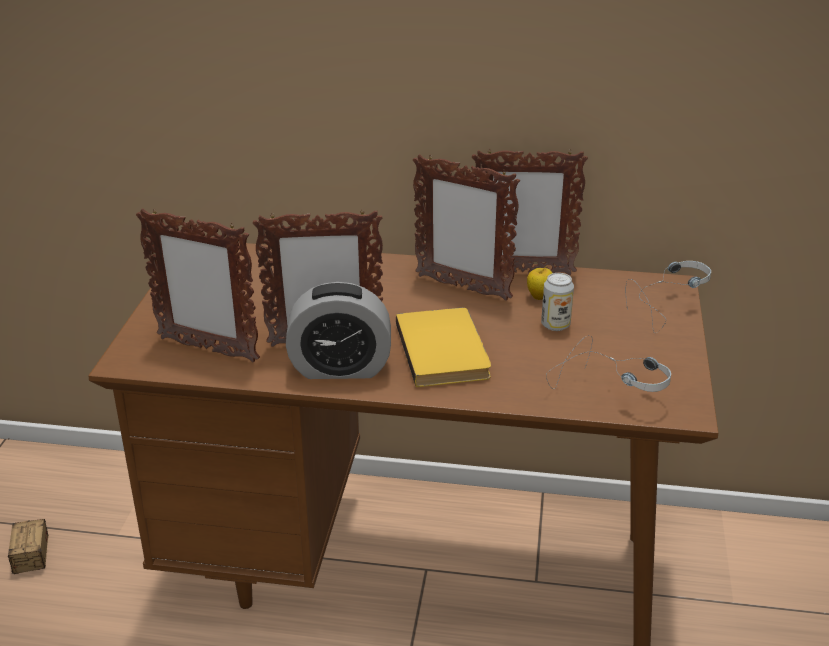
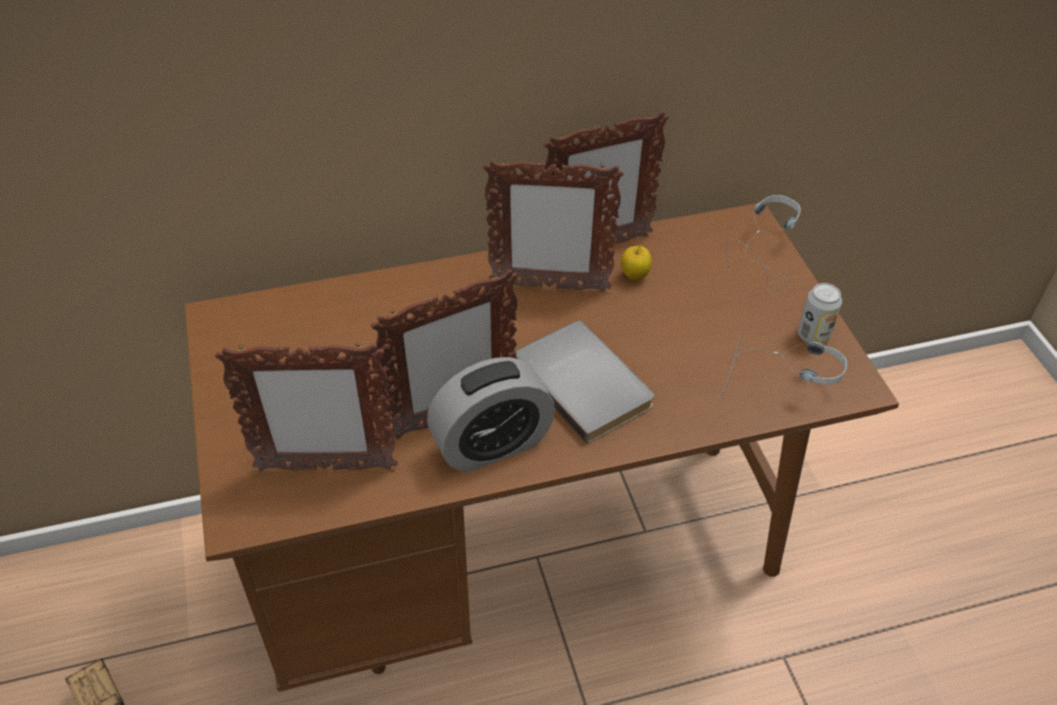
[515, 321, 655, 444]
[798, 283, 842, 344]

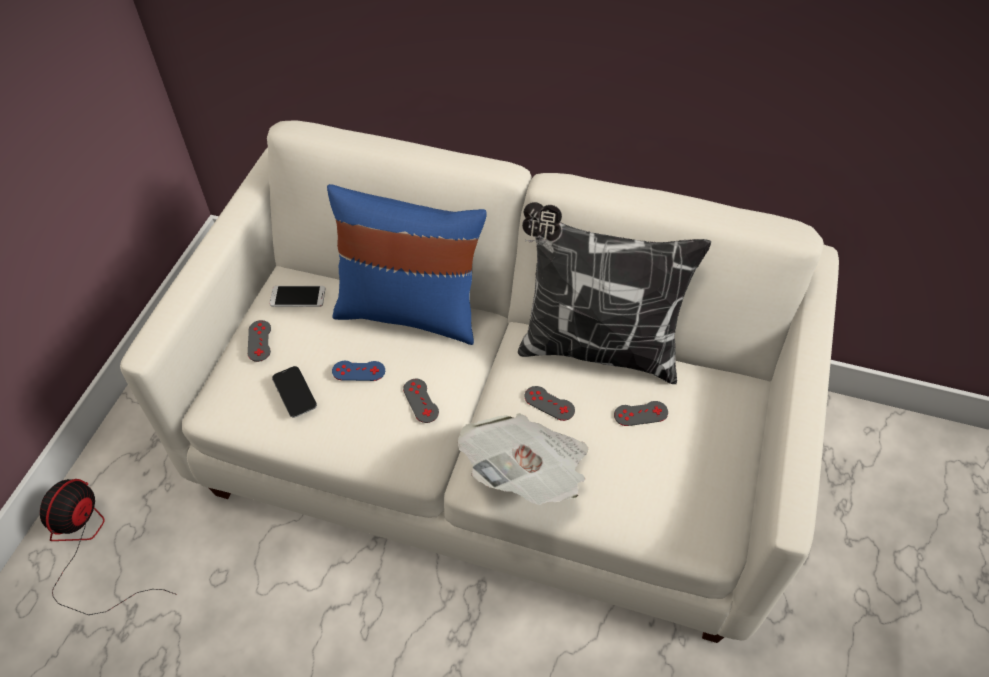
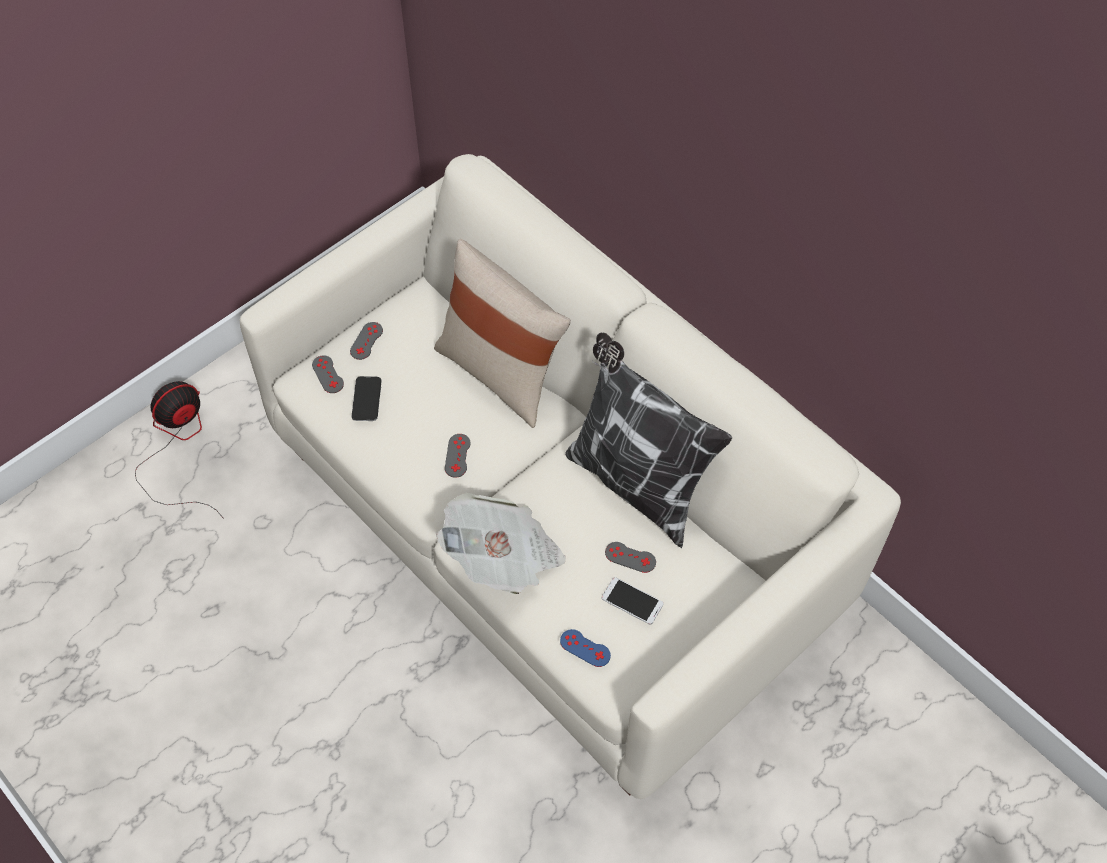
[602, 577, 664, 625]
[434, 239, 571, 428]
[560, 629, 611, 667]
[312, 355, 344, 393]

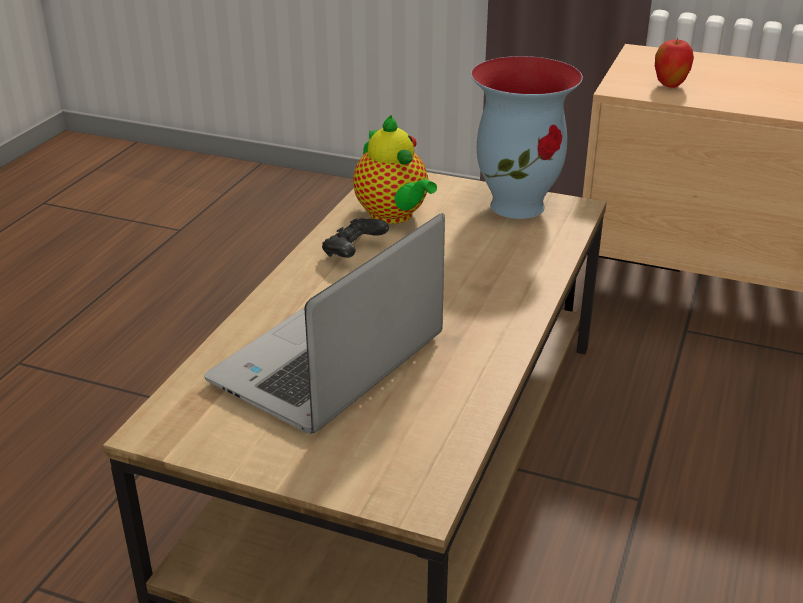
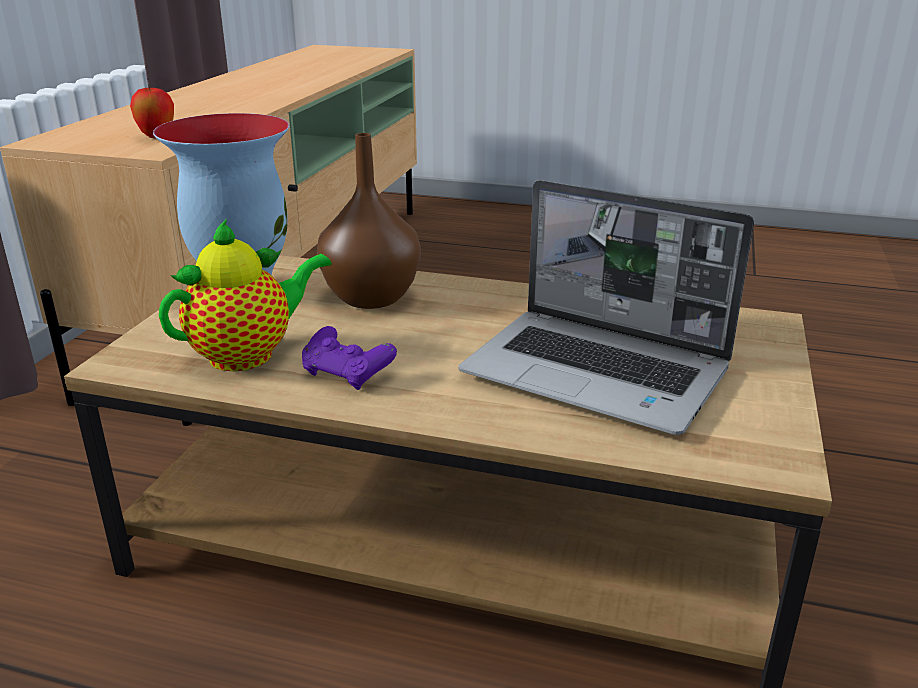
[302, 326, 397, 390]
[317, 133, 420, 309]

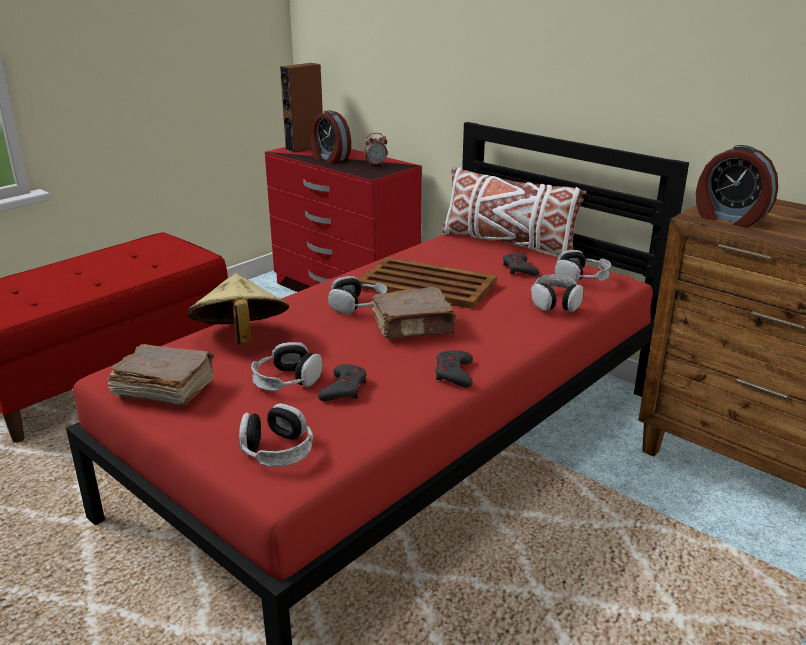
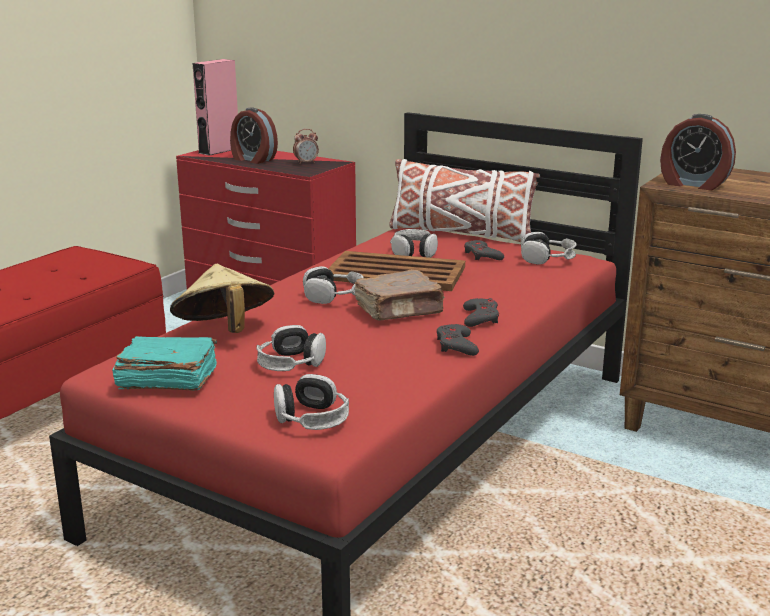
[112, 336, 217, 391]
[192, 59, 238, 156]
[463, 298, 499, 327]
[390, 229, 438, 258]

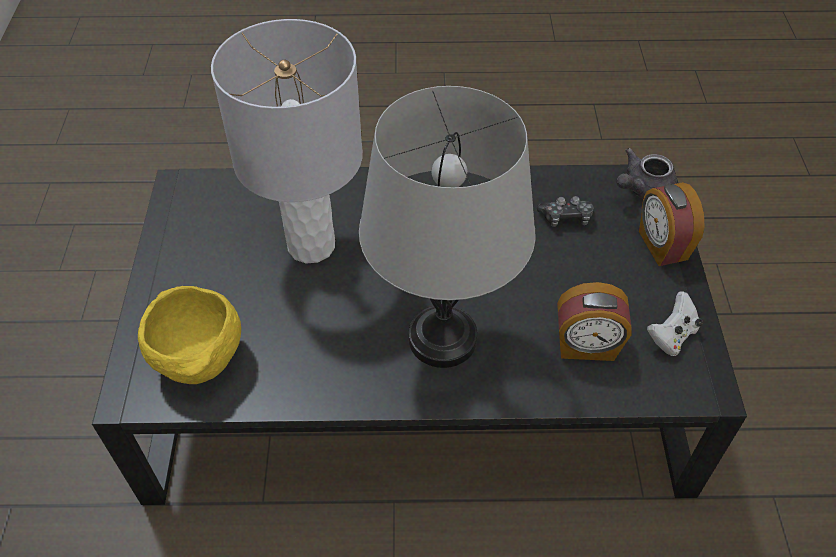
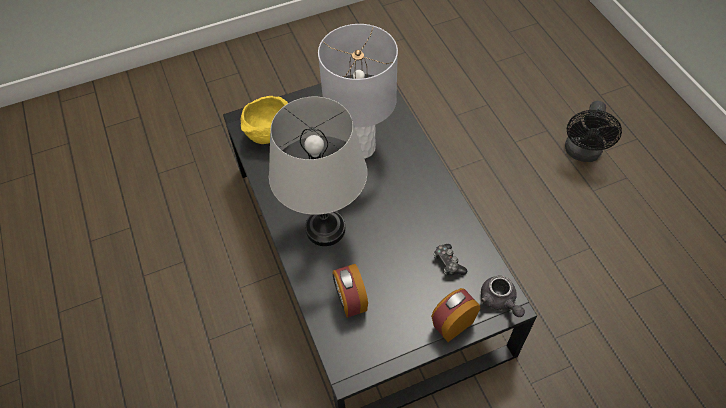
[481, 275, 525, 317]
[647, 291, 703, 356] (first image)
[565, 101, 622, 162]

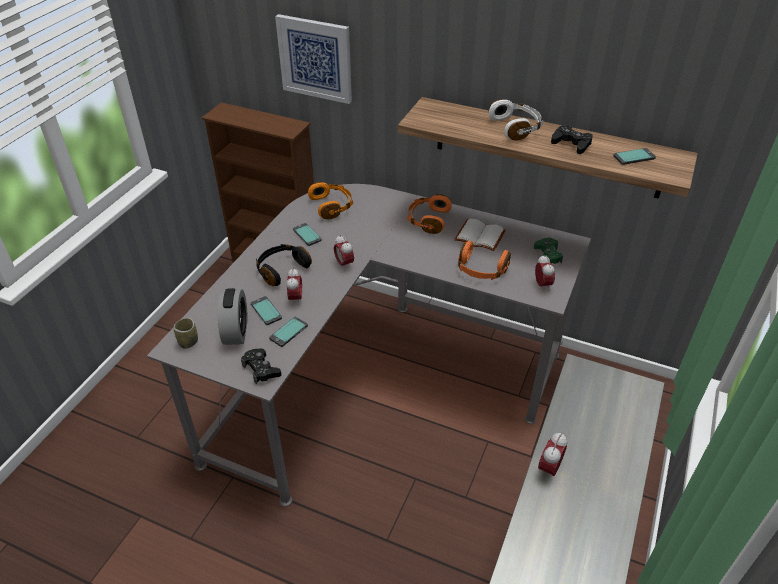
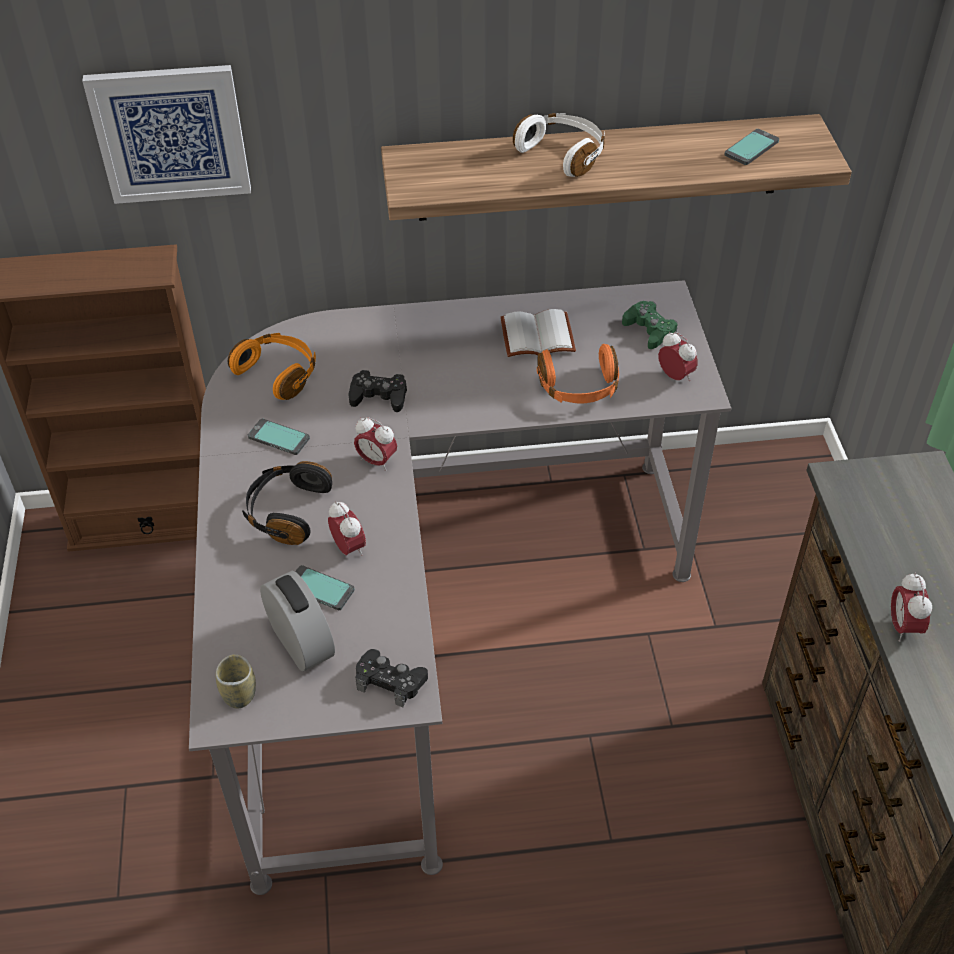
[269, 317, 308, 347] (first image)
[407, 194, 452, 234] (first image)
[349, 370, 407, 412]

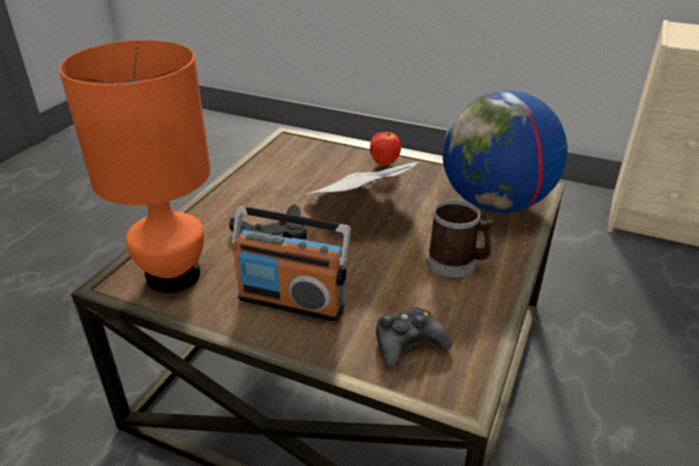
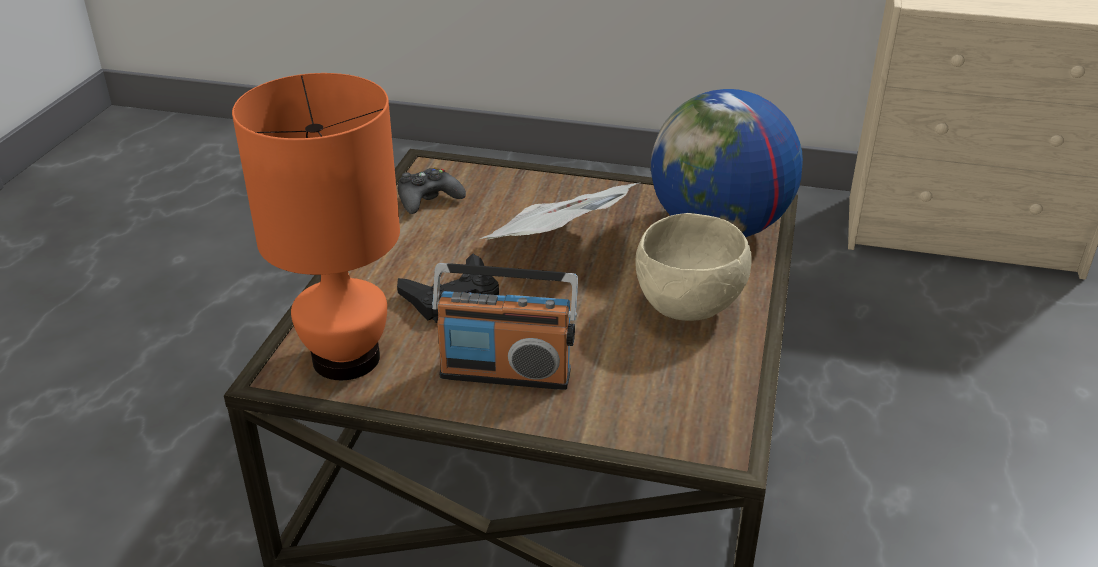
[370, 132, 401, 165] (first image)
[398, 167, 466, 214]
[635, 213, 751, 321]

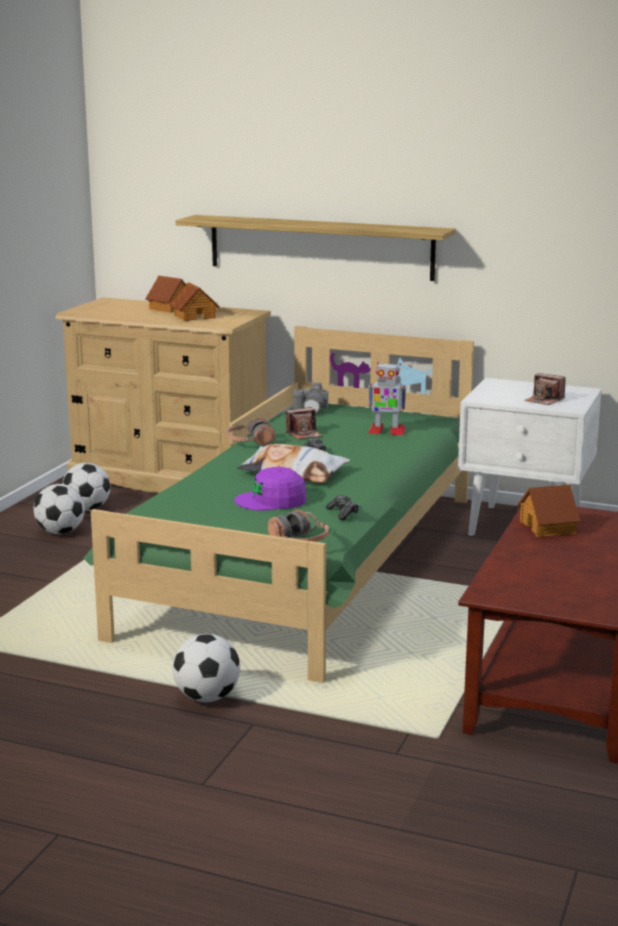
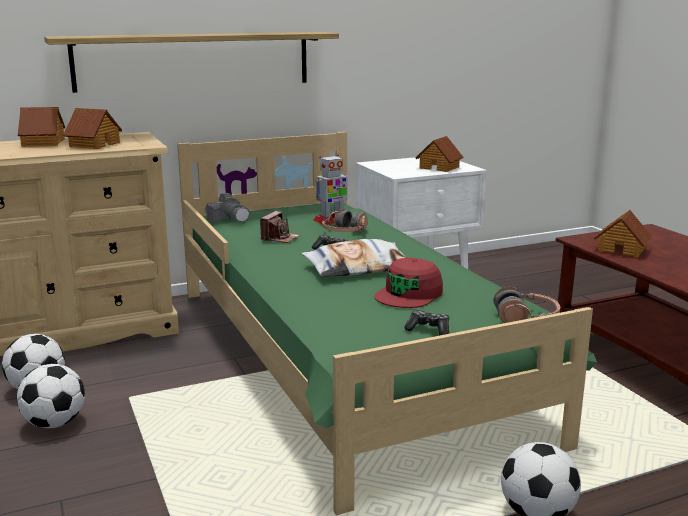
[322, 209, 368, 233]
[374, 258, 443, 308]
[404, 310, 449, 335]
[416, 136, 463, 172]

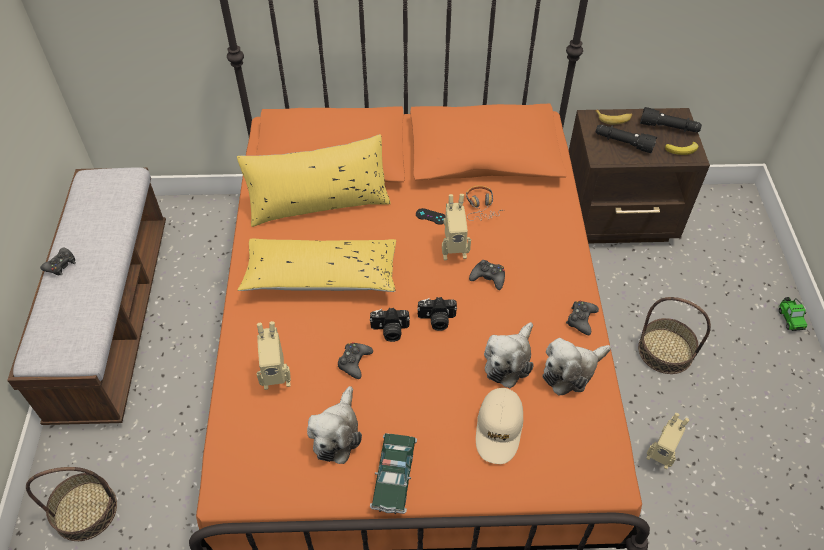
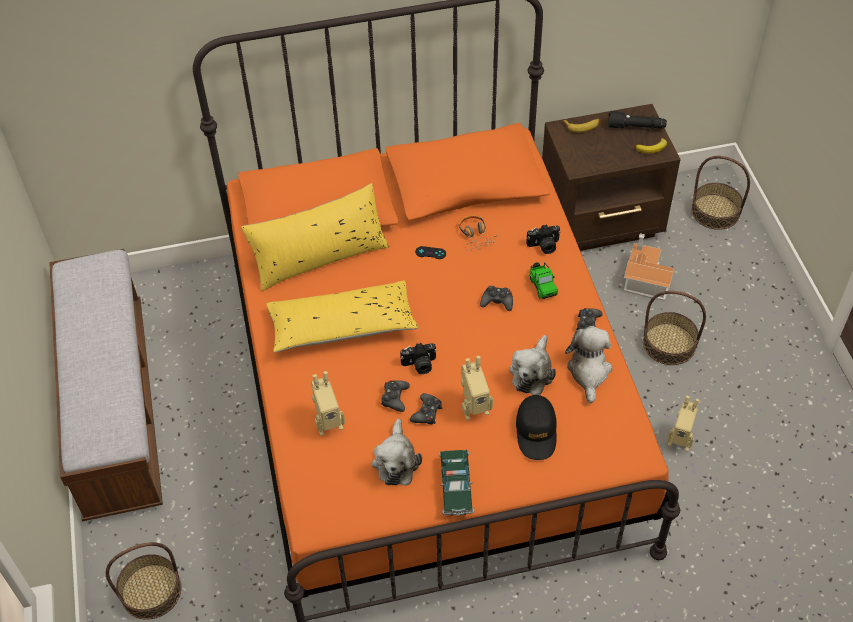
[410, 393, 442, 425]
[526, 224, 561, 254]
[461, 356, 493, 420]
[516, 395, 557, 460]
[565, 326, 612, 404]
[596, 124, 657, 153] (first image)
[529, 262, 558, 299]
[624, 233, 674, 301]
[691, 156, 750, 230]

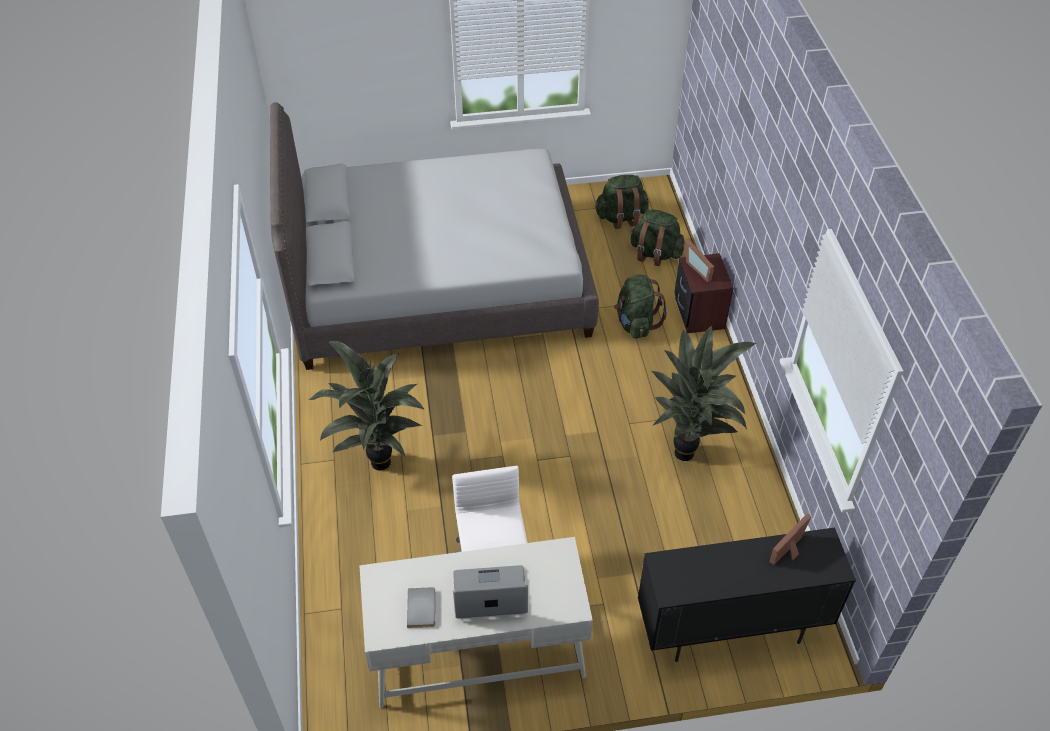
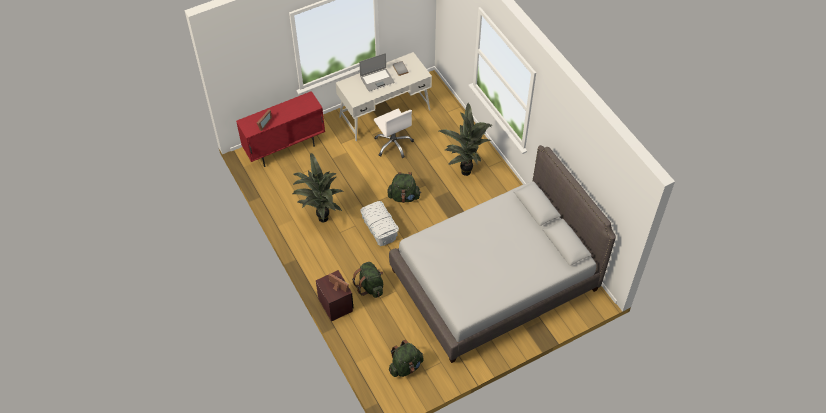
[387, 172, 421, 203]
[236, 91, 325, 167]
[361, 201, 399, 246]

